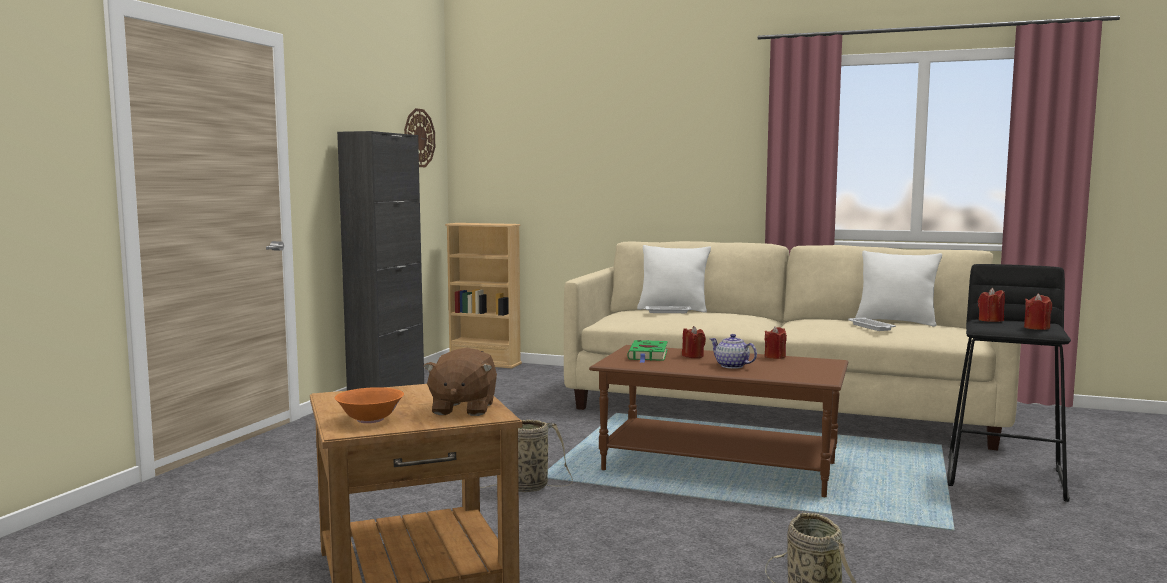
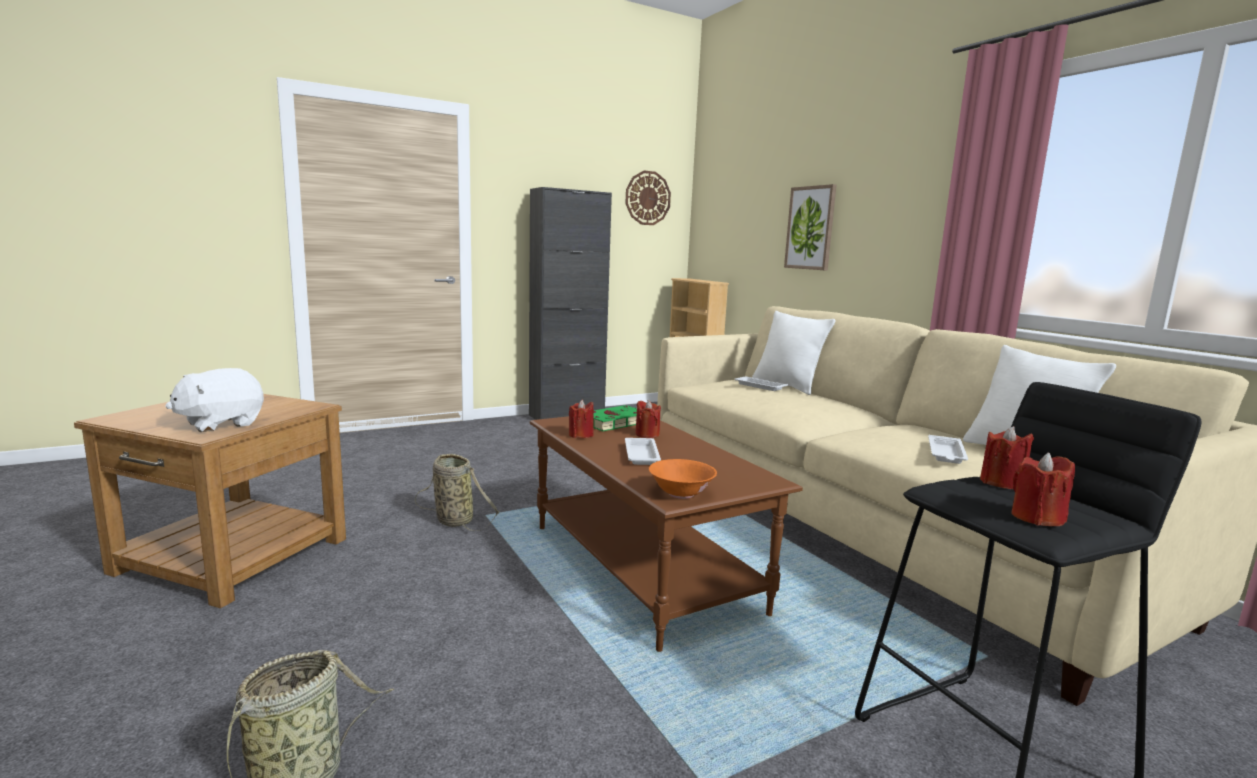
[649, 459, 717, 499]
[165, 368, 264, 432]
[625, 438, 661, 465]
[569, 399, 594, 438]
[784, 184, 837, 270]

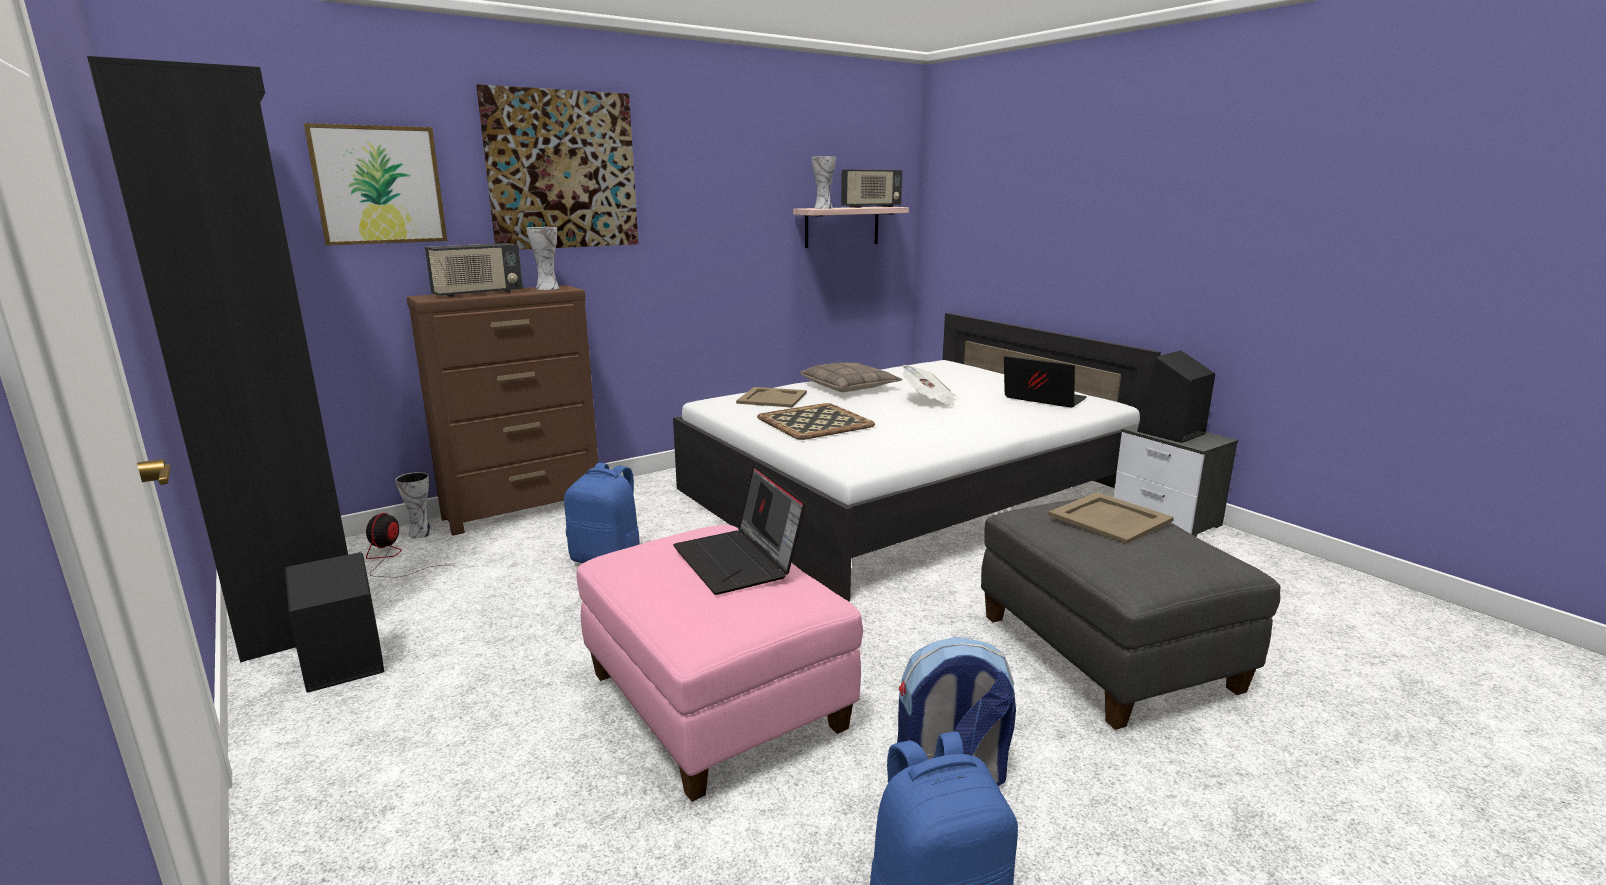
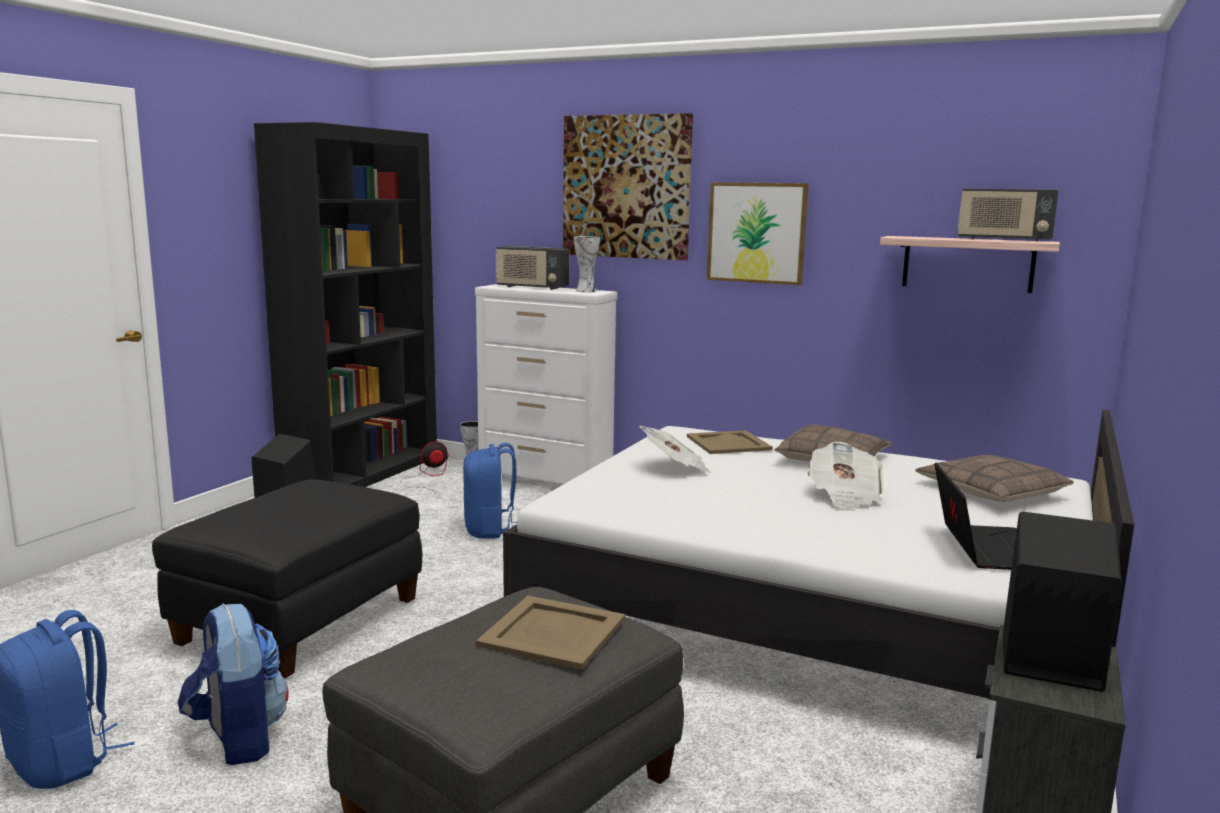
[707, 182, 809, 285]
[475, 284, 617, 484]
[152, 480, 422, 679]
[673, 465, 806, 595] (first image)
[640, 426, 711, 473]
[812, 156, 836, 209] (first image)
[915, 455, 1073, 502]

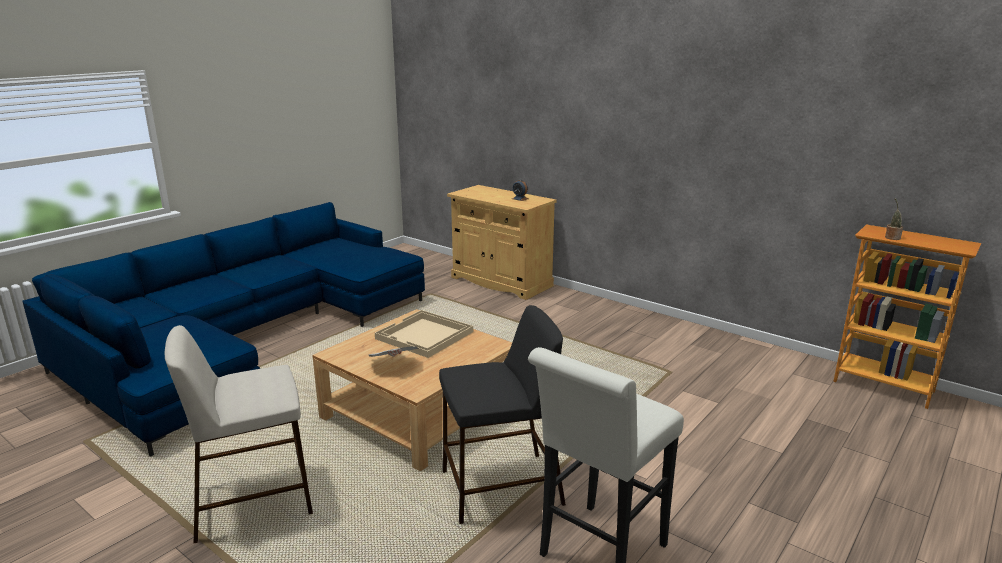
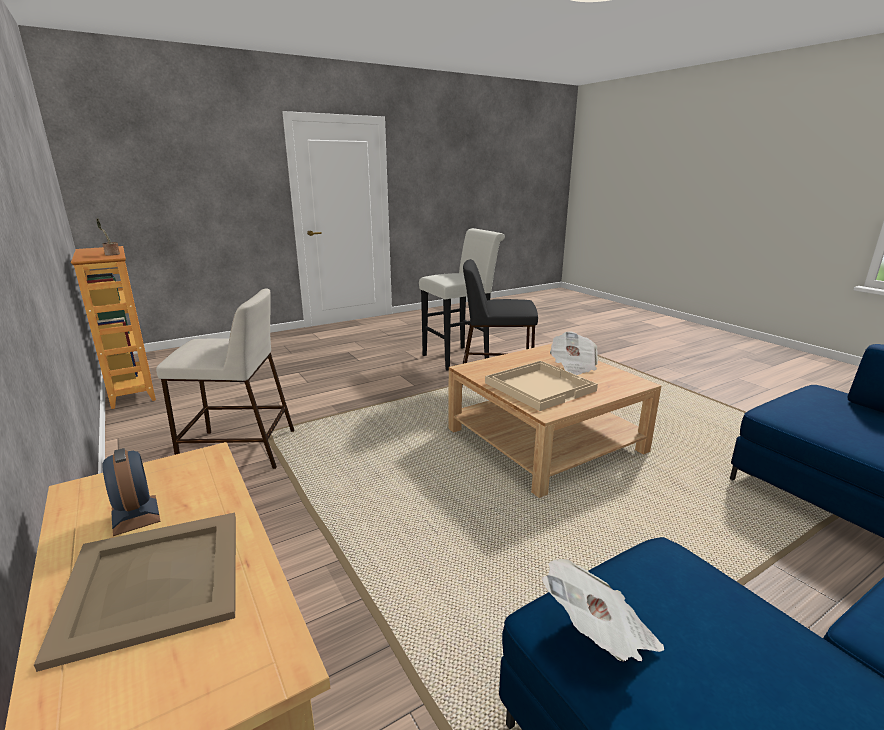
[156, 288, 294, 469]
[34, 512, 236, 672]
[542, 559, 664, 662]

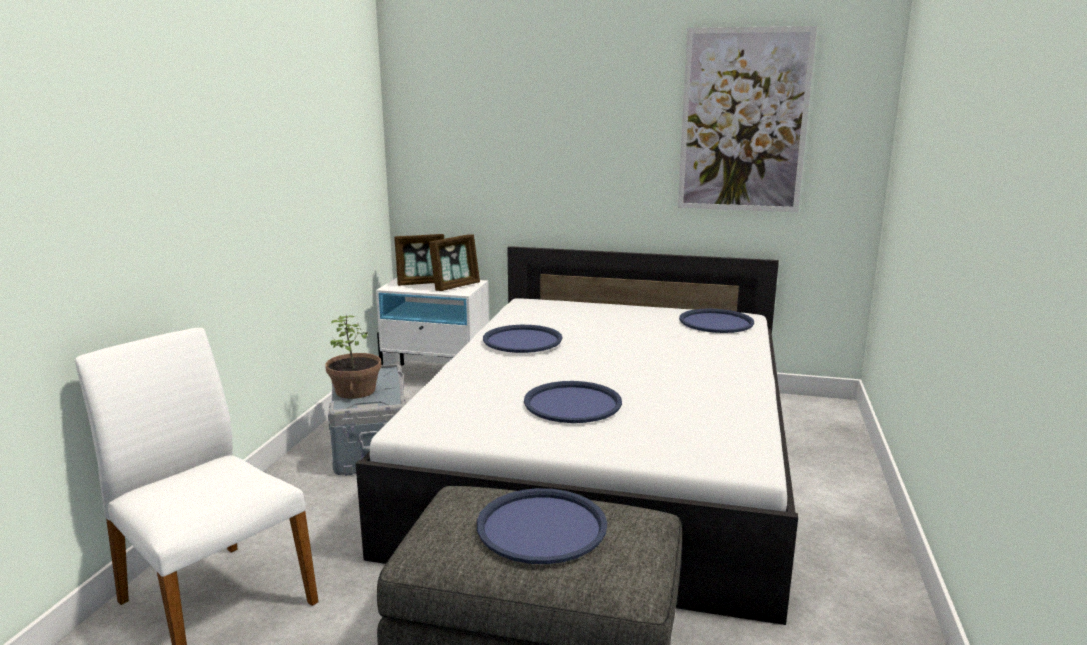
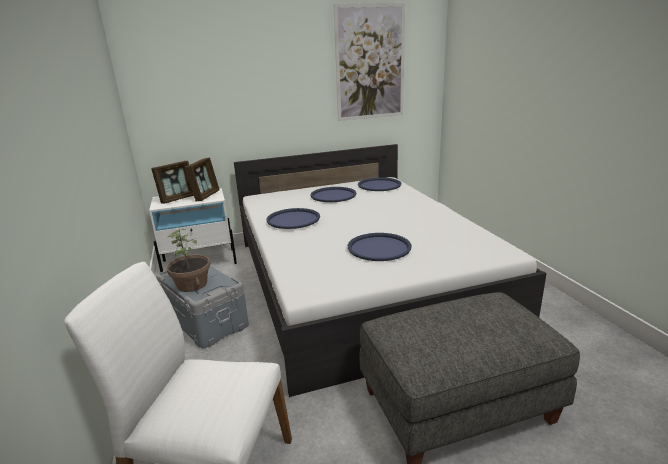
[310, 187, 356, 202]

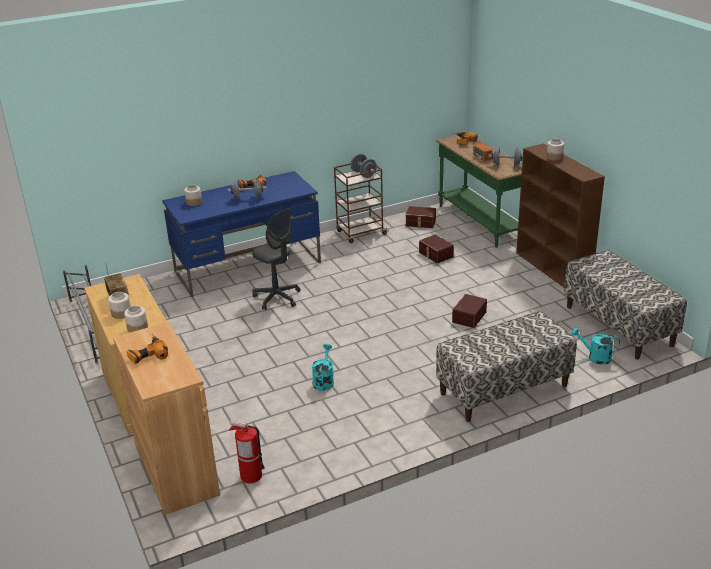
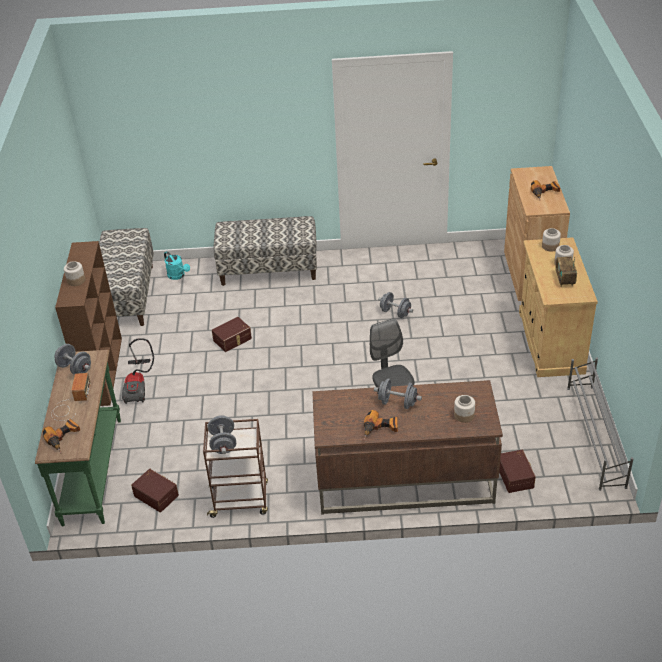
[312, 380, 503, 515]
[229, 420, 265, 483] (first image)
[378, 292, 413, 318]
[499, 449, 536, 493]
[122, 338, 154, 404]

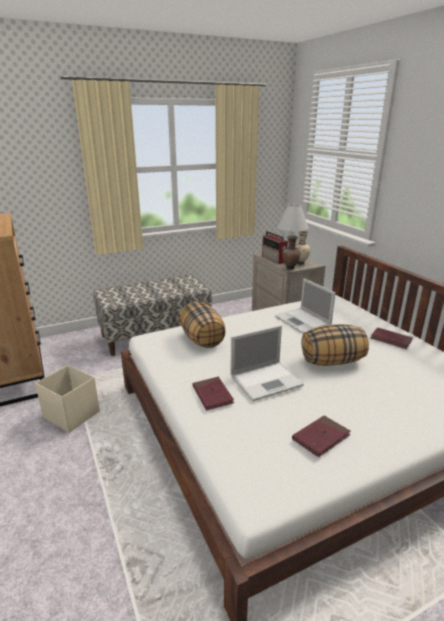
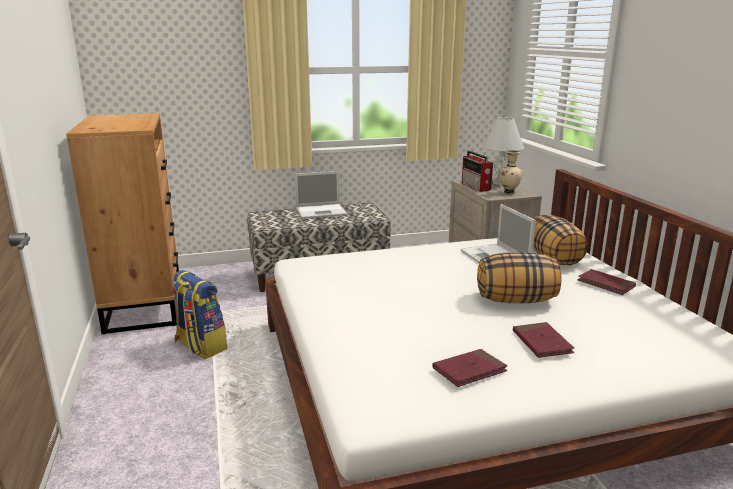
[171, 270, 227, 359]
[532, 214, 588, 265]
[513, 322, 574, 358]
[294, 171, 347, 219]
[282, 235, 301, 270] (first image)

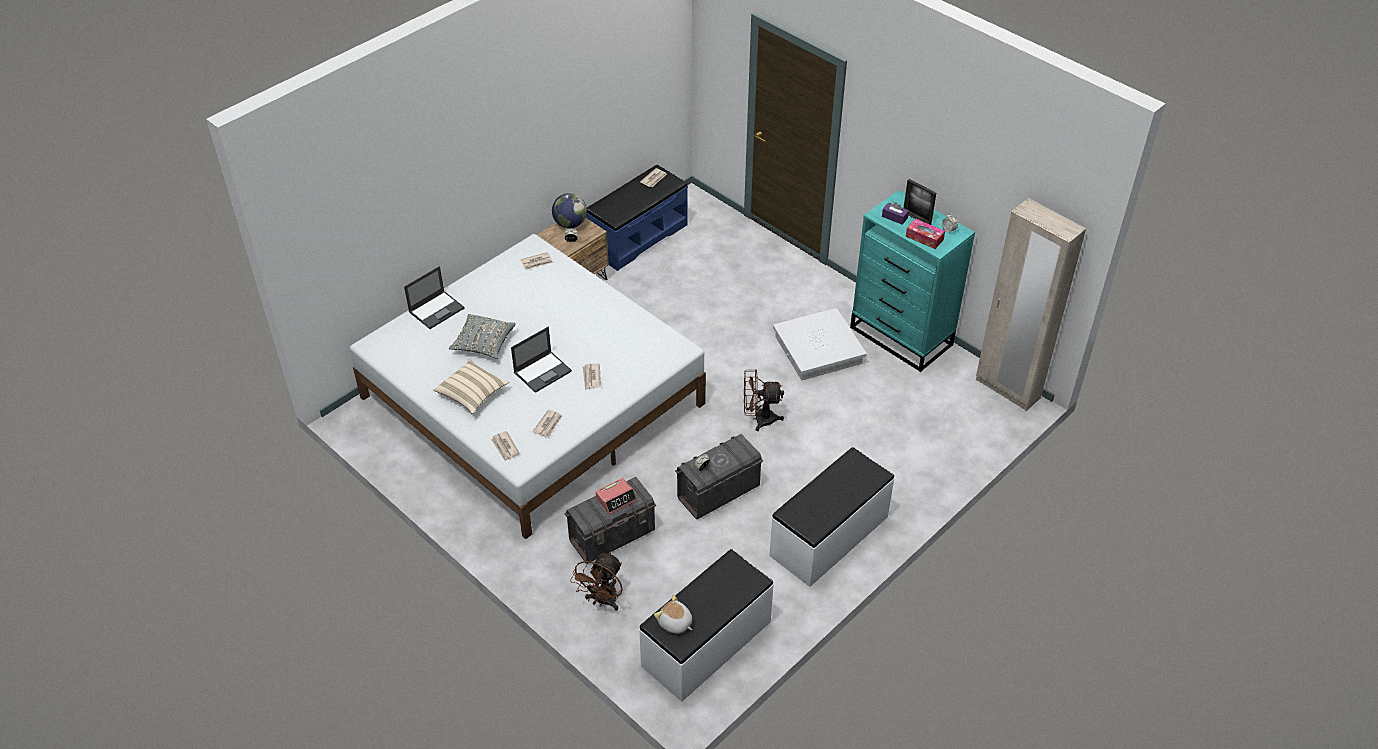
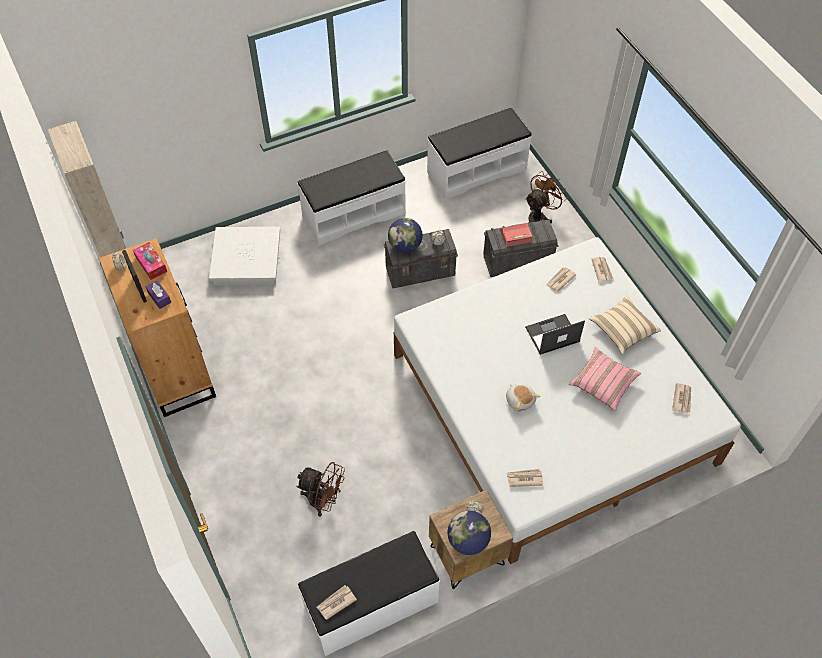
[404, 266, 465, 329] (first image)
[569, 347, 641, 411]
[672, 383, 691, 414]
[298, 531, 440, 656]
[506, 384, 540, 412]
[296, 462, 345, 517]
[209, 227, 280, 286]
[99, 238, 216, 417]
[388, 218, 423, 253]

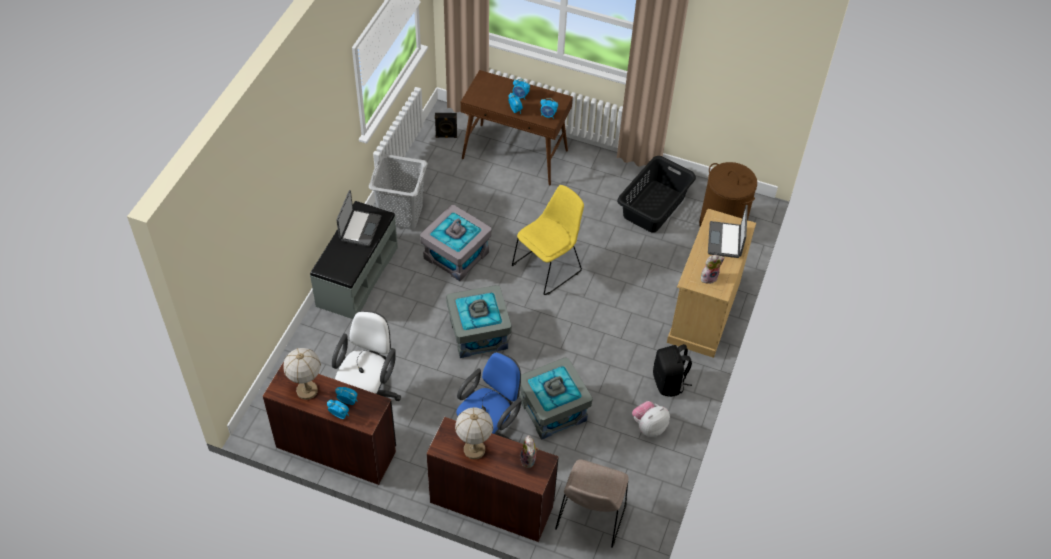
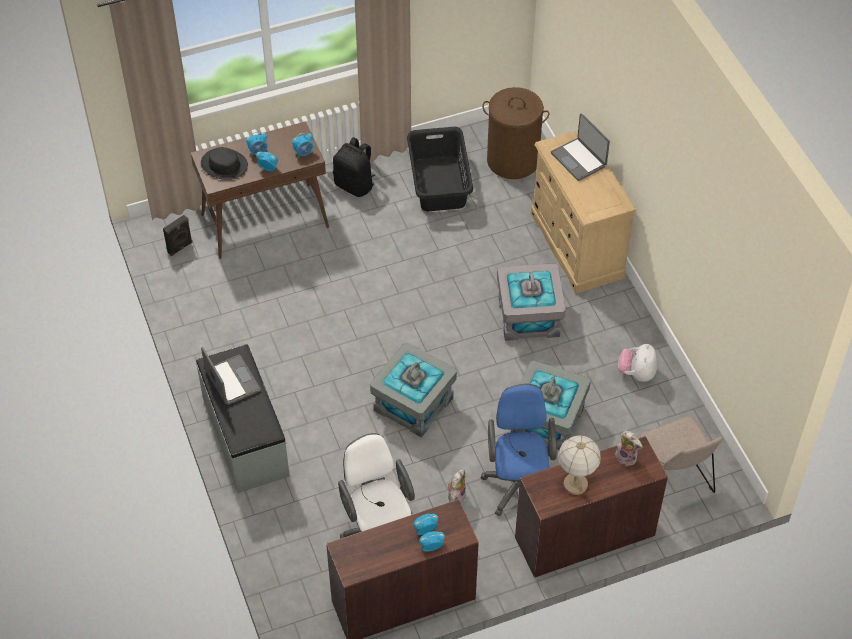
[283, 348, 321, 400] (first image)
[369, 154, 428, 230] (first image)
[497, 263, 566, 341]
[512, 185, 584, 295] (first image)
[333, 137, 375, 197]
[447, 469, 466, 503]
[201, 147, 248, 180]

